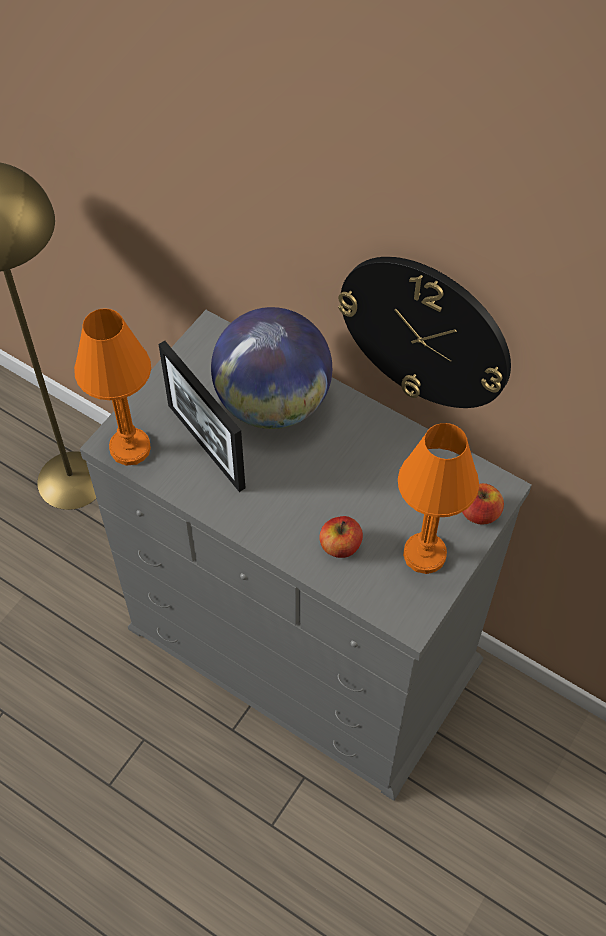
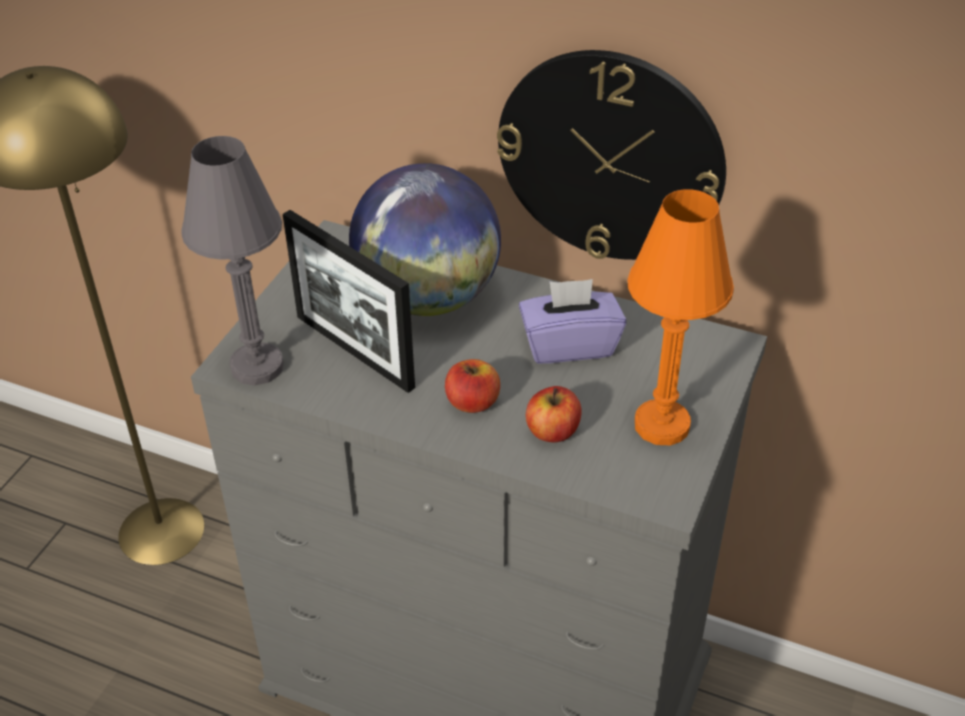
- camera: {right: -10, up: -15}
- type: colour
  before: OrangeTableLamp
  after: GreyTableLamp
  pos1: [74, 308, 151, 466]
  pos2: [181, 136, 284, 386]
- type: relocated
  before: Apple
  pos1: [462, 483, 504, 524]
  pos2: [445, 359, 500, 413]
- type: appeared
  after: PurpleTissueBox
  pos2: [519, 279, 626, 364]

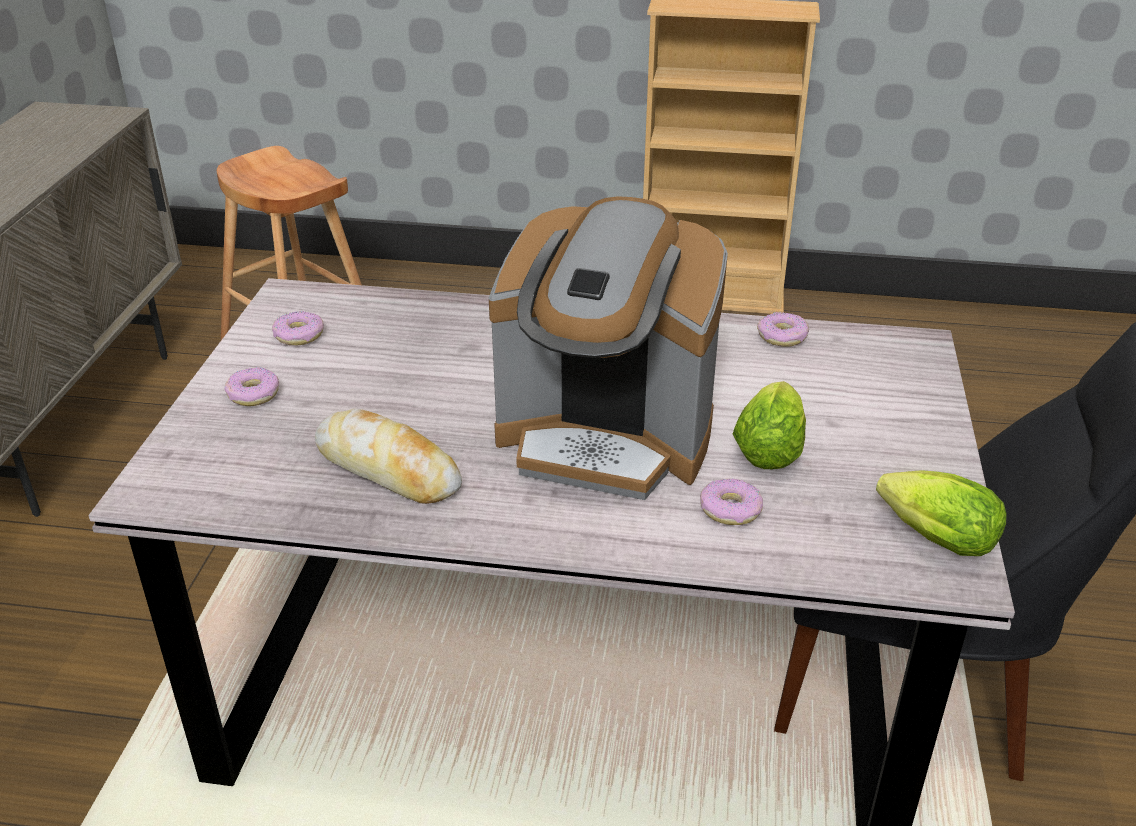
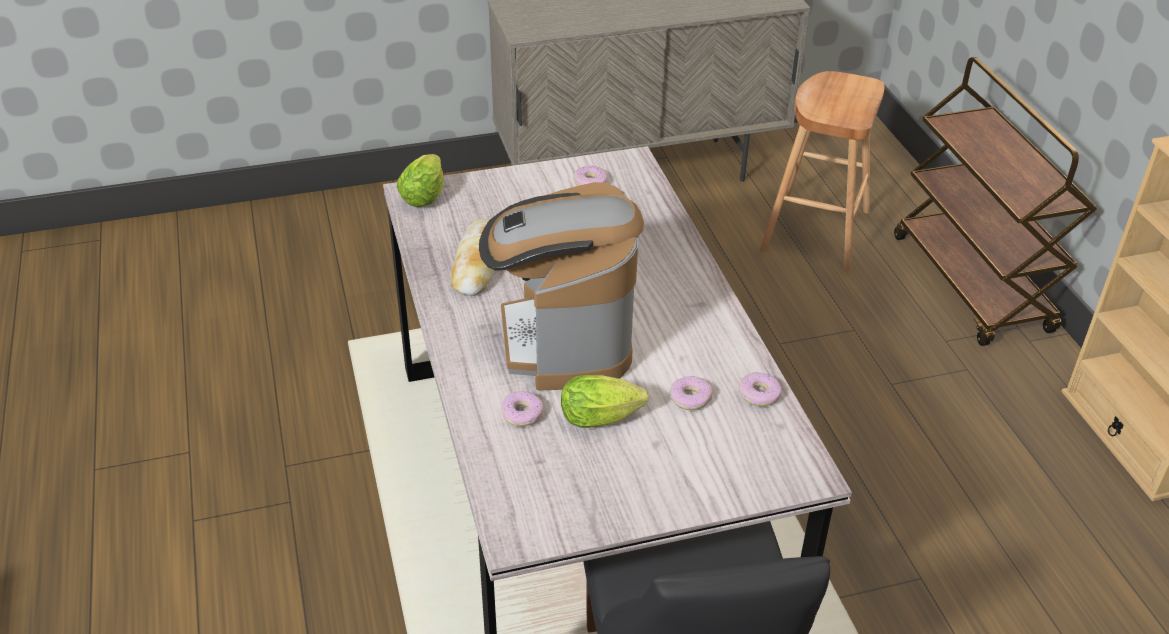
- camera: {right: 65, up: 5}
- type: relocated
  before: Donut
  pos1: [224, 367, 279, 406]
  pos2: [670, 376, 713, 410]
- type: relocated
  before: Lettuce
  pos1: [876, 470, 1006, 556]
  pos2: [397, 154, 443, 207]
- type: appeared
  after: BrownCart
  pos2: [894, 57, 1097, 346]

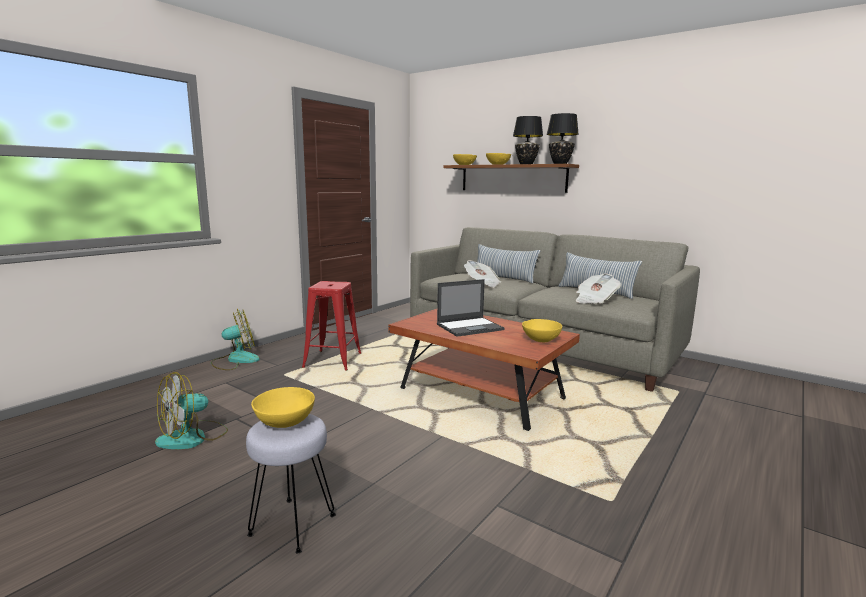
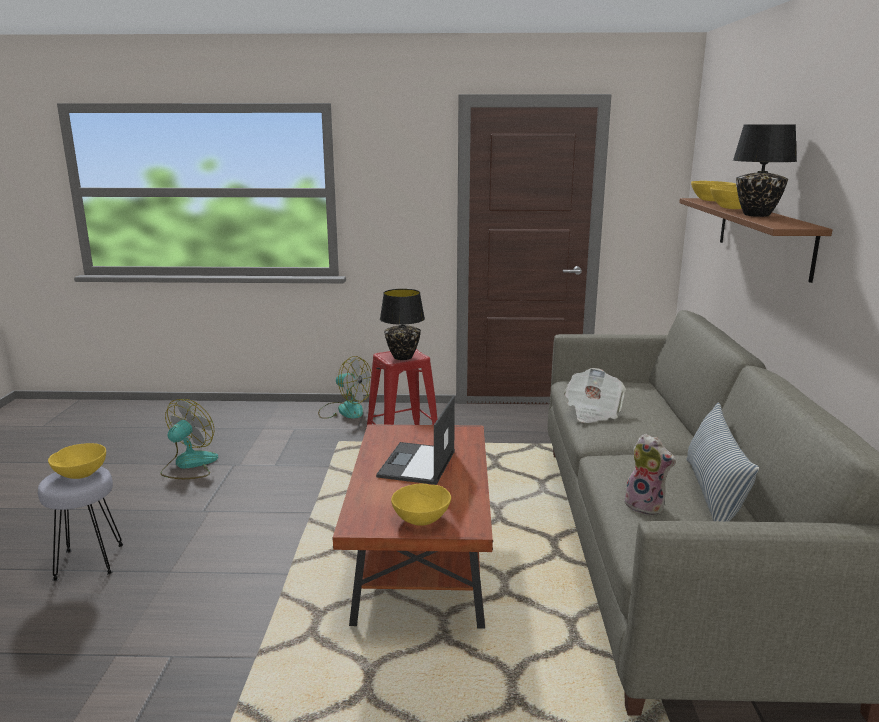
- camera: {right: 55, up: 5}
- type: relocated
  before: BlackTableLamp
  pos1: [546, 113, 579, 164]
  pos2: [380, 289, 425, 360]
- type: missing
  before: Pillow
  pos1: [477, 244, 540, 283]
- type: exchanged
  before: Newspaper
  after: PlushToy
  pos1: [576, 274, 621, 304]
  pos2: [624, 434, 676, 515]
- type: spun
  before: Laptop
  pos1: [437, 279, 505, 337]
  pos2: [376, 396, 455, 485]
  turn: 75
- type: spun
  before: Fan
  pos1: [155, 372, 228, 449]
  pos2: [160, 399, 219, 479]
  turn: 105

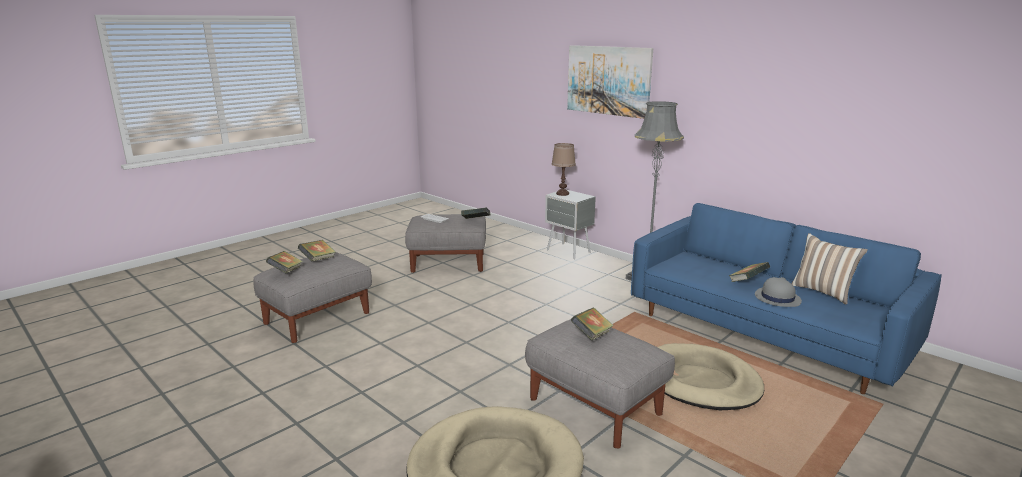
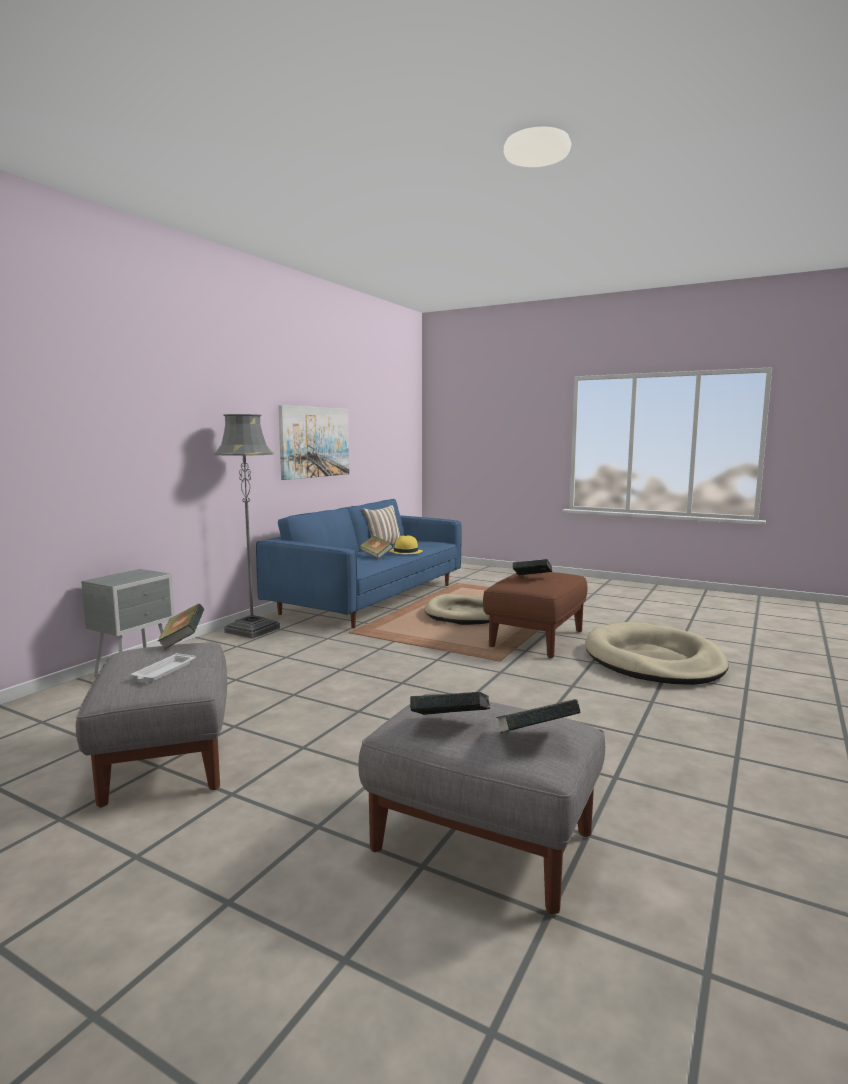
- camera: {right: -105, up: -10}
- type: relocated
  before: Picture
  pos1: [567, 45, 653, 119]
  pos2: [278, 405, 349, 480]
- type: missing
  before: BrownTableLamp
  pos1: [552, 143, 576, 196]
- type: colour
  before: GreyHat
  after: YellowHat
  pos1: [755, 277, 802, 307]
  pos2: [389, 535, 423, 554]
- type: colour
  before: GreyOttoman
  after: BrownOttoman
  pos1: [525, 319, 675, 448]
  pos2: [483, 572, 588, 658]

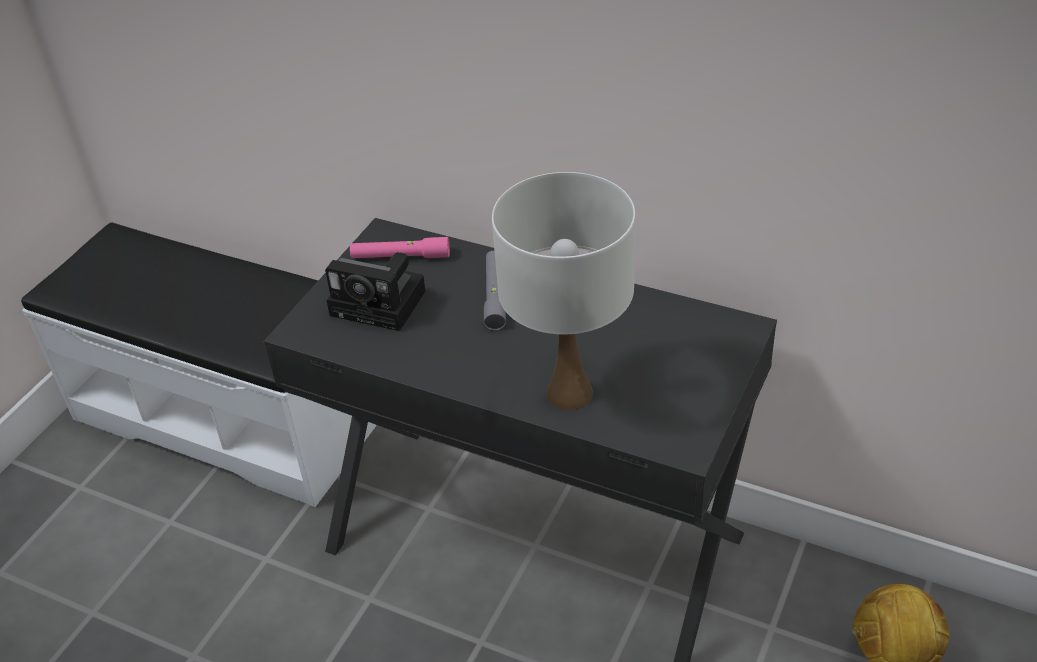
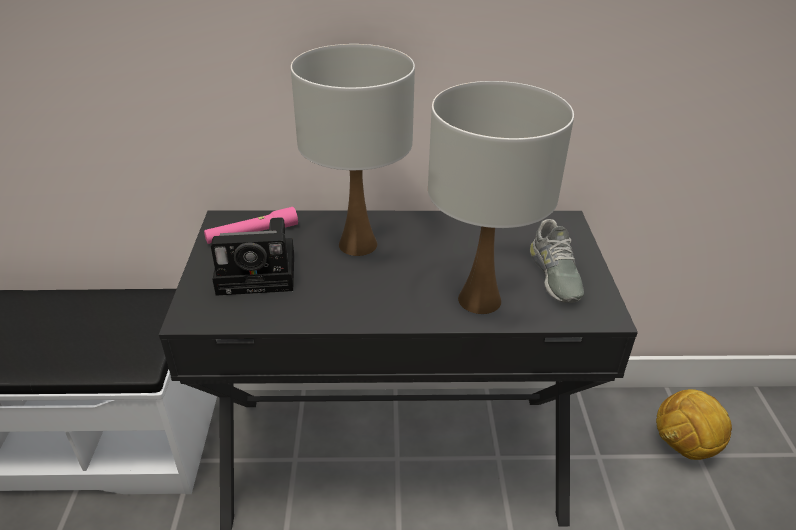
- camera: {right: -30, up: -5}
- type: exchanged
  before: GreyFlashlight
  after: WhiteTableLamp
  pos1: [484, 251, 506, 330]
  pos2: [291, 44, 415, 256]
- type: appeared
  after: GreyShoe
  pos2: [530, 219, 584, 303]

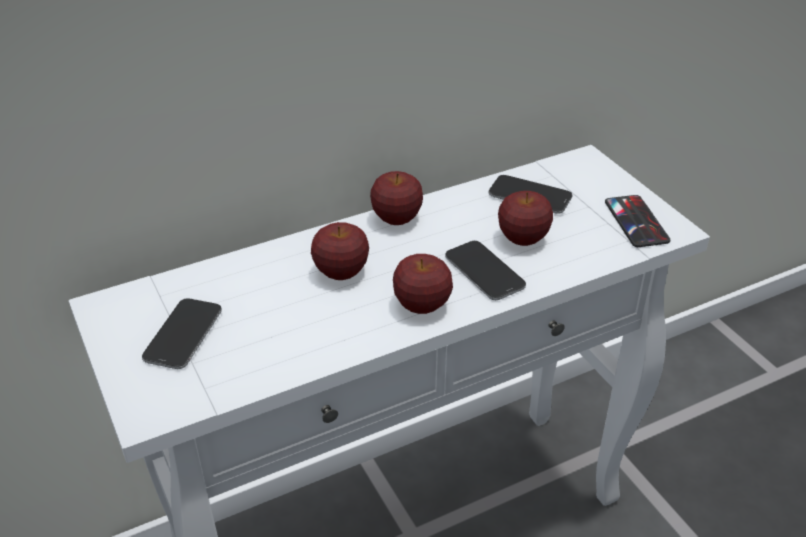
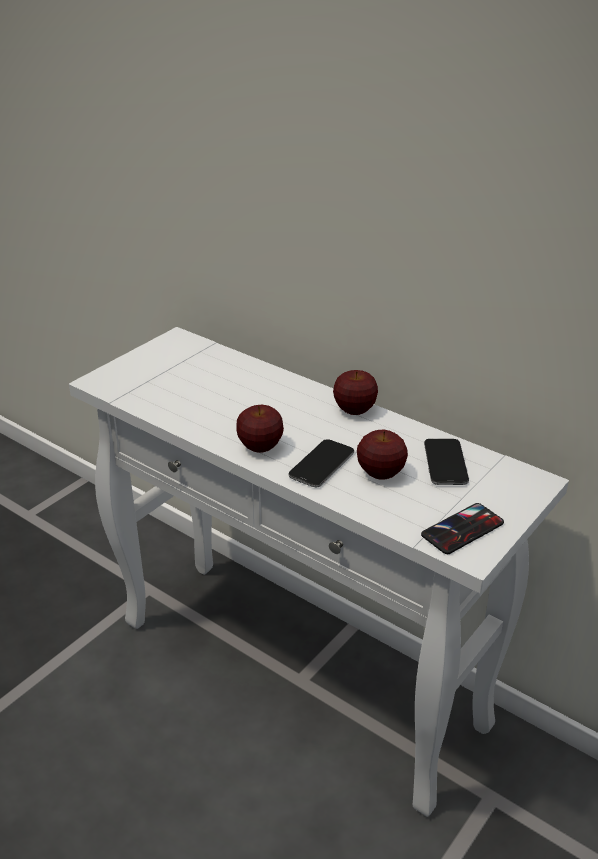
- camera: {right: 65, up: -5}
- type: missing
  before: Apple
  pos1: [311, 222, 369, 280]
- type: missing
  before: Phone
  pos1: [142, 298, 222, 369]

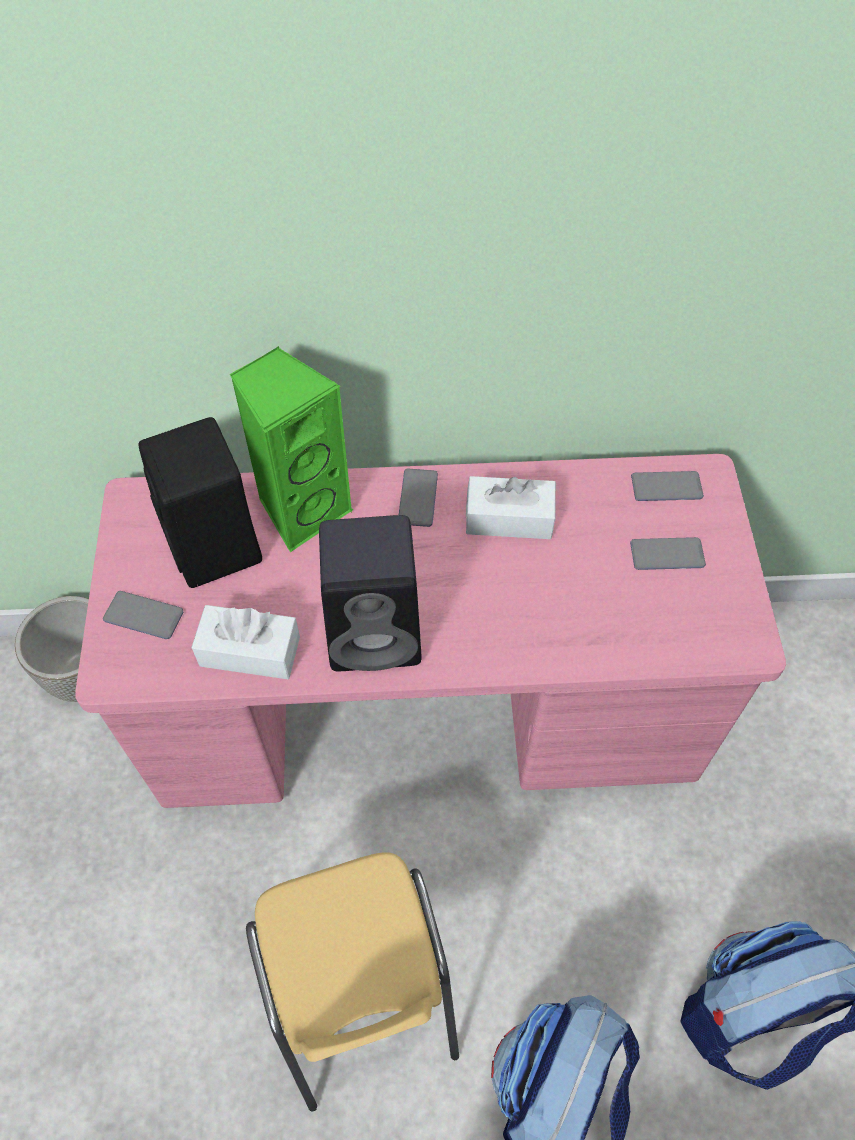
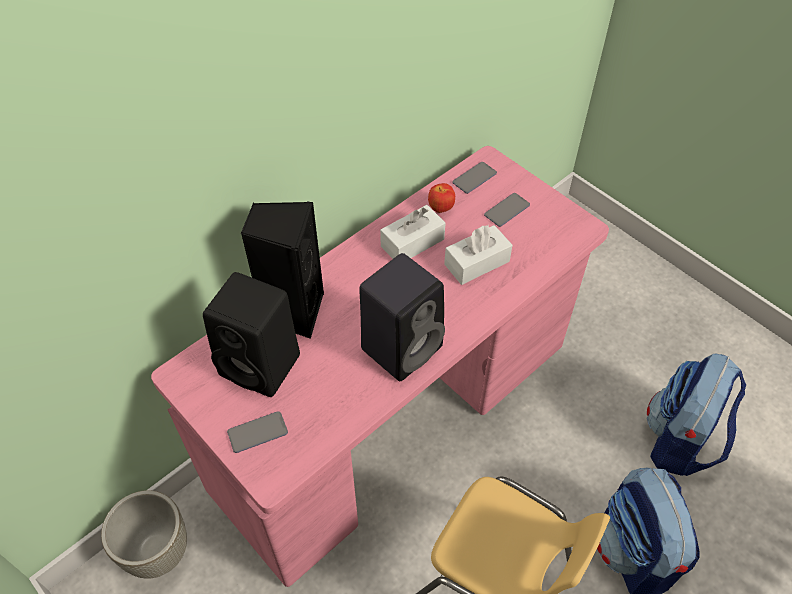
- camera: {right: -40, up: -5}
- type: colour
  before: GreenSpeaker
  after: BlackSpeaker
  pos1: [229, 346, 353, 552]
  pos2: [241, 201, 324, 339]
- type: missing
  before: Phone
  pos1: [399, 468, 438, 527]
- type: relocated
  before: WhiteTissueBox
  pos1: [191, 605, 300, 679]
  pos2: [444, 225, 513, 285]
- type: appeared
  after: Apple
  pos2: [428, 183, 455, 213]

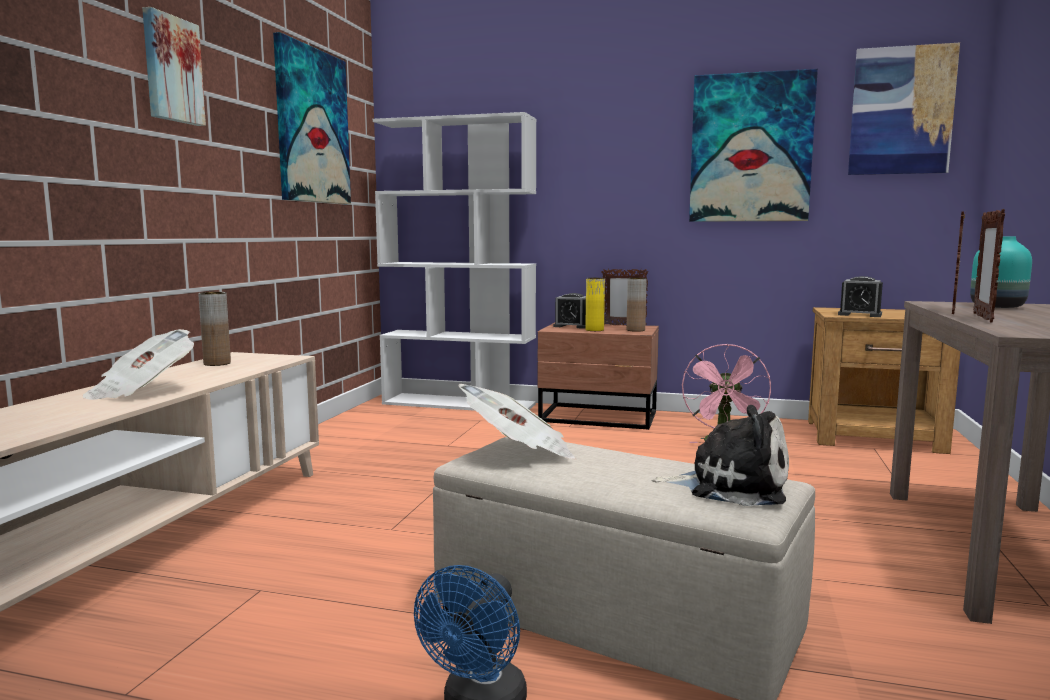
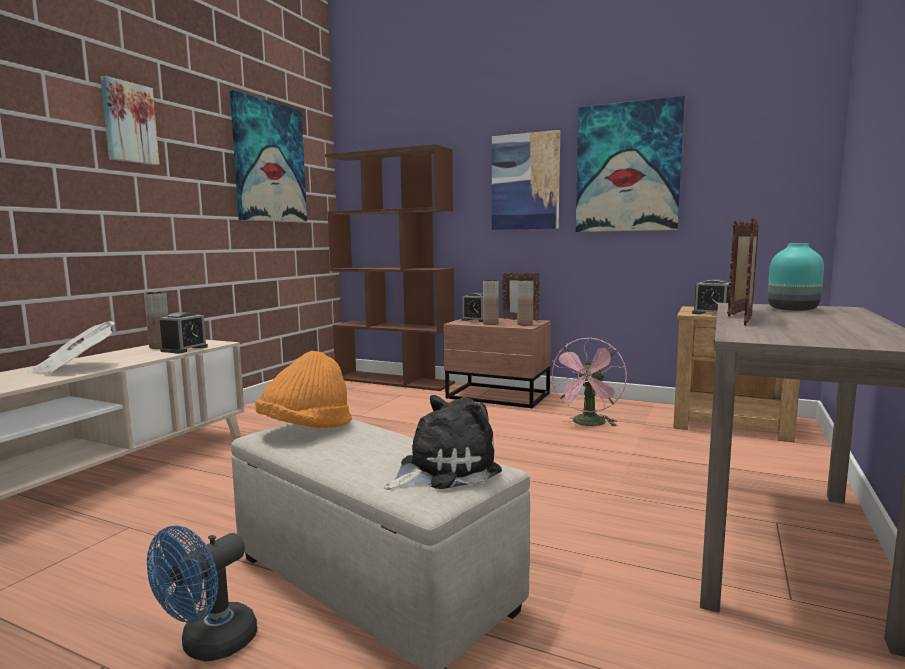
- camera: {right: 10, up: 0}
- type: relocated
  before: Picture
  pos1: [848, 43, 960, 175]
  pos2: [492, 130, 560, 230]
- type: colour
  before: WhiteBookcase
  after: BrownBookcase
  pos1: [373, 112, 537, 411]
  pos2: [325, 144, 455, 391]
- type: colour
  before: YellowVase
  after: BrownVase
  pos1: [585, 278, 605, 331]
  pos2: [483, 280, 499, 325]
- type: exchanged
  before: Newspaper
  after: OrangeHat
  pos1: [458, 384, 575, 459]
  pos2: [255, 351, 352, 428]
- type: spun
  before: PlushToy
  pos1: [652, 405, 789, 506]
  pos2: [384, 395, 502, 490]
  turn: -60
- type: appeared
  after: AlarmClock
  pos2: [159, 312, 208, 353]

